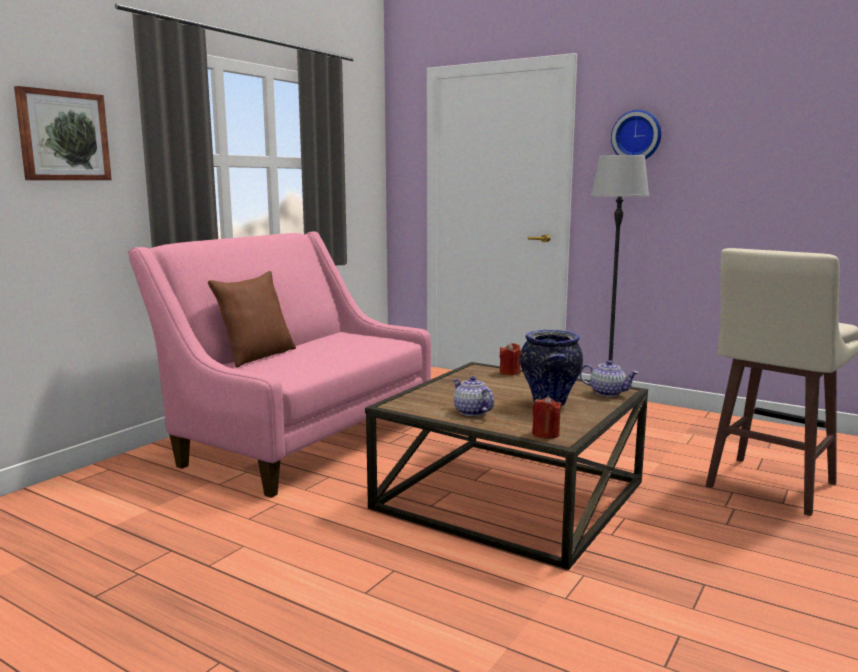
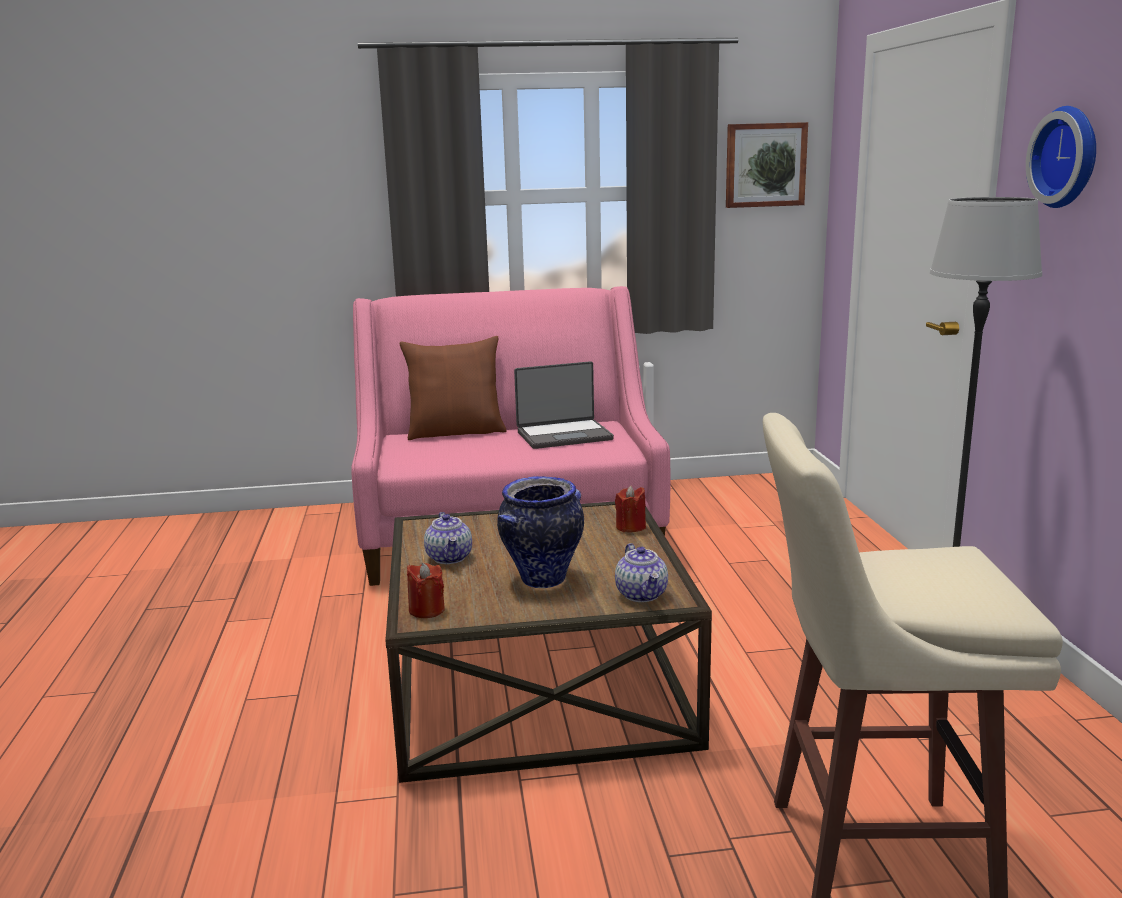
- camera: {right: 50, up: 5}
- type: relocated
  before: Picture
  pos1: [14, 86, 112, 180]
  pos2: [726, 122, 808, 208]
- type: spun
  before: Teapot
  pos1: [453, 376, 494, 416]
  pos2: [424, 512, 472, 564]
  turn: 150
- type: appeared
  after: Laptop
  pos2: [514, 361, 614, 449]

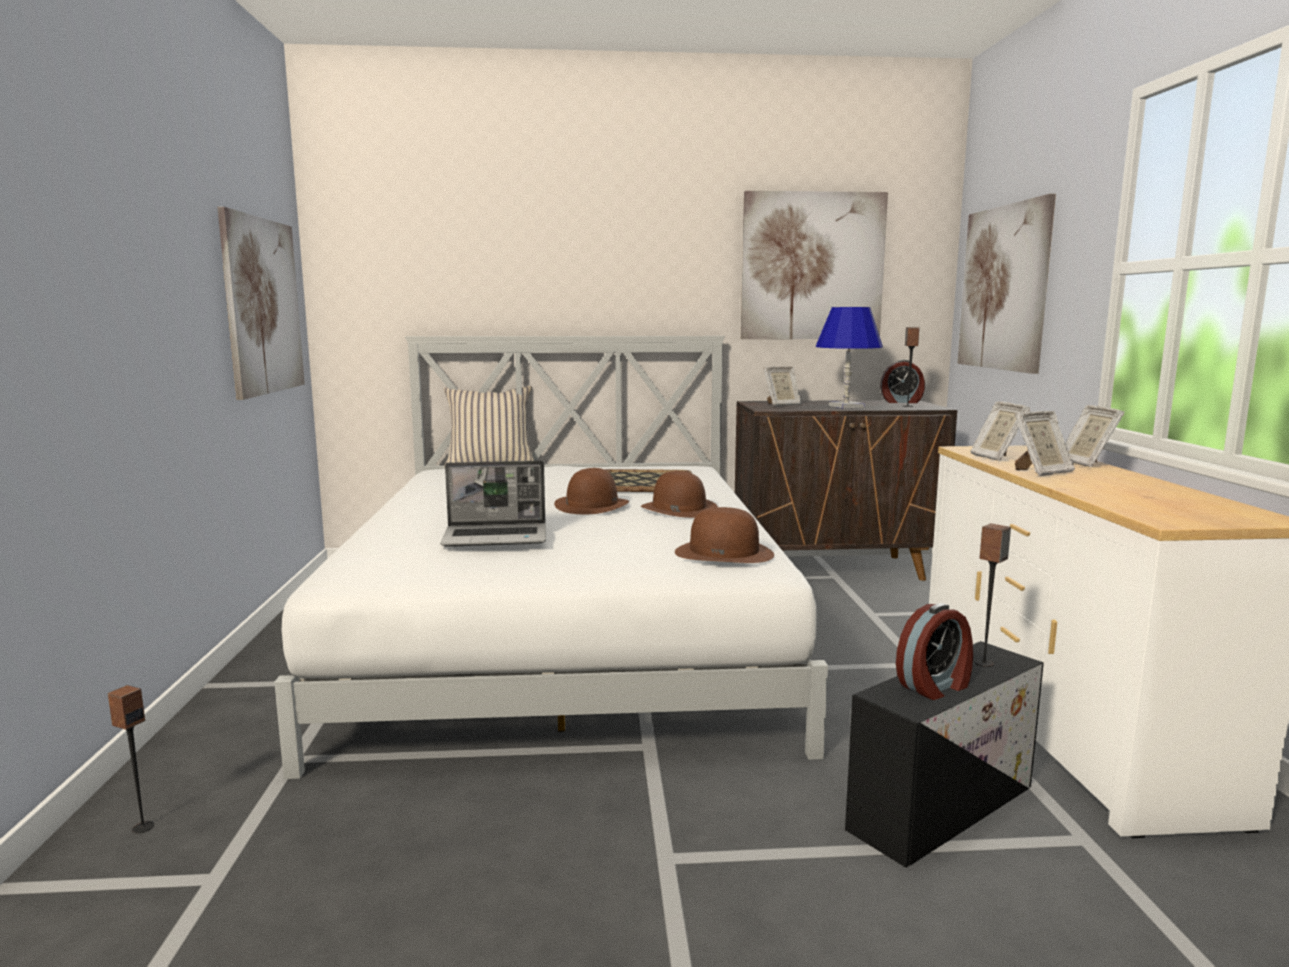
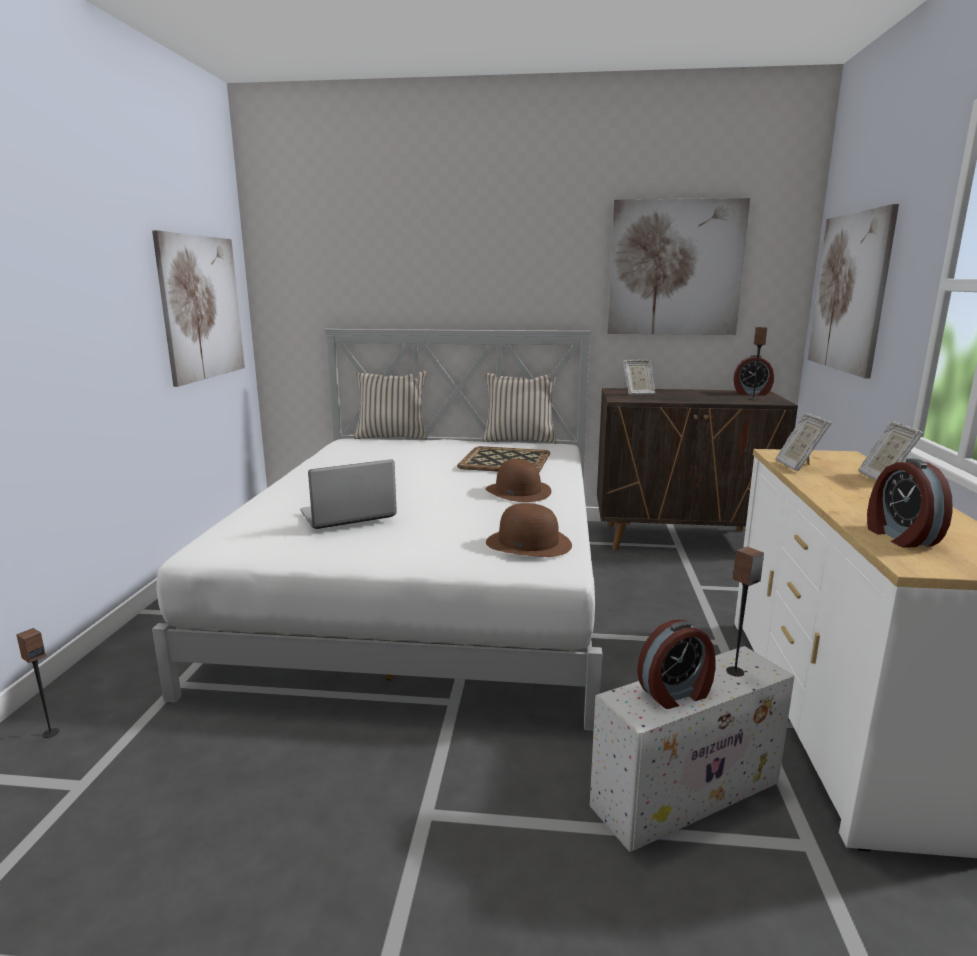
- camera: {right: 10, up: 5}
- type: missing
  before: BlueTableLamp
  pos1: [816, 307, 883, 408]
- type: missing
  before: PictureFrame
  pos1: [1015, 411, 1075, 476]
- type: spun
  before: Laptop
  pos1: [440, 461, 546, 547]
  pos2: [300, 459, 397, 529]
  turn: 150
- type: missing
  before: BrownHat
  pos1: [554, 468, 629, 514]
- type: colour
  before: BlackStorageBox
  after: WhiteStorageBox
  pos1: [845, 641, 1044, 868]
  pos2: [590, 646, 795, 852]
- type: appeared
  after: BeigePillow
  pos2: [482, 373, 558, 444]
- type: appeared
  after: AlarmClock
  pos2: [867, 459, 953, 548]

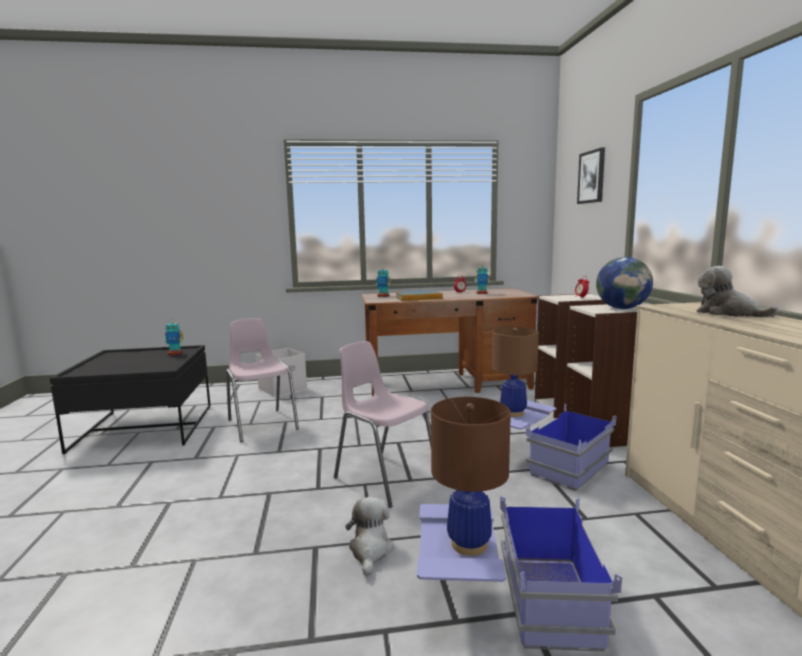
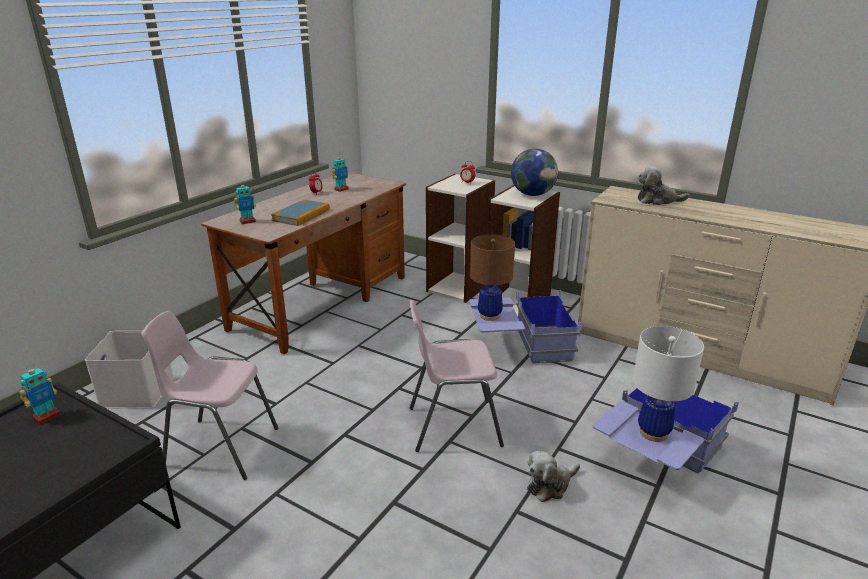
- camera: {right: -50, up: 15}
- type: missing
  before: Picture
  pos1: [577, 147, 605, 204]
- type: colour
  before: BrownTableLamp
  after: WhiteTableLamp
  pos1: [431, 397, 511, 556]
  pos2: [633, 326, 704, 442]
- type: spun
  before: PlushToy
  pos1: [345, 497, 394, 577]
  pos2: [527, 451, 580, 502]
  turn: -75

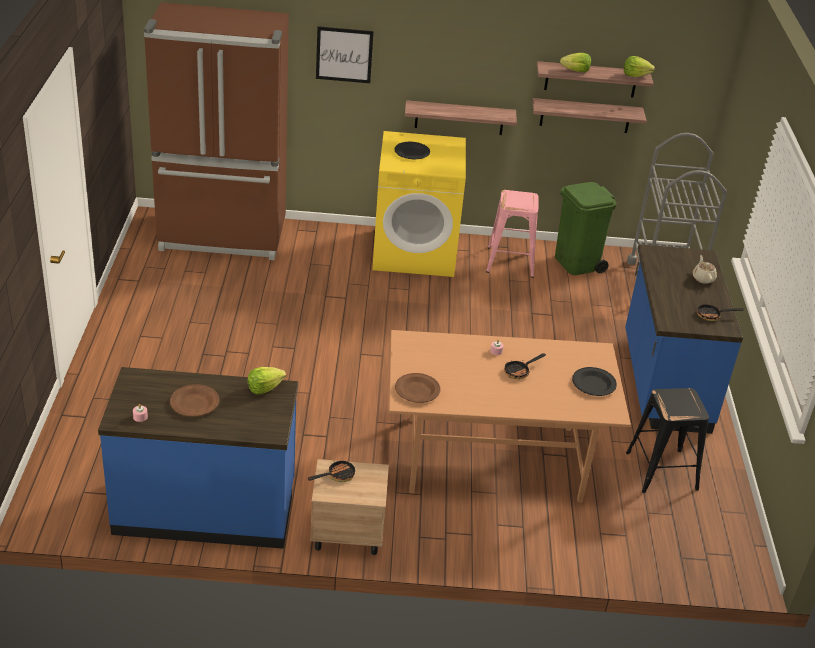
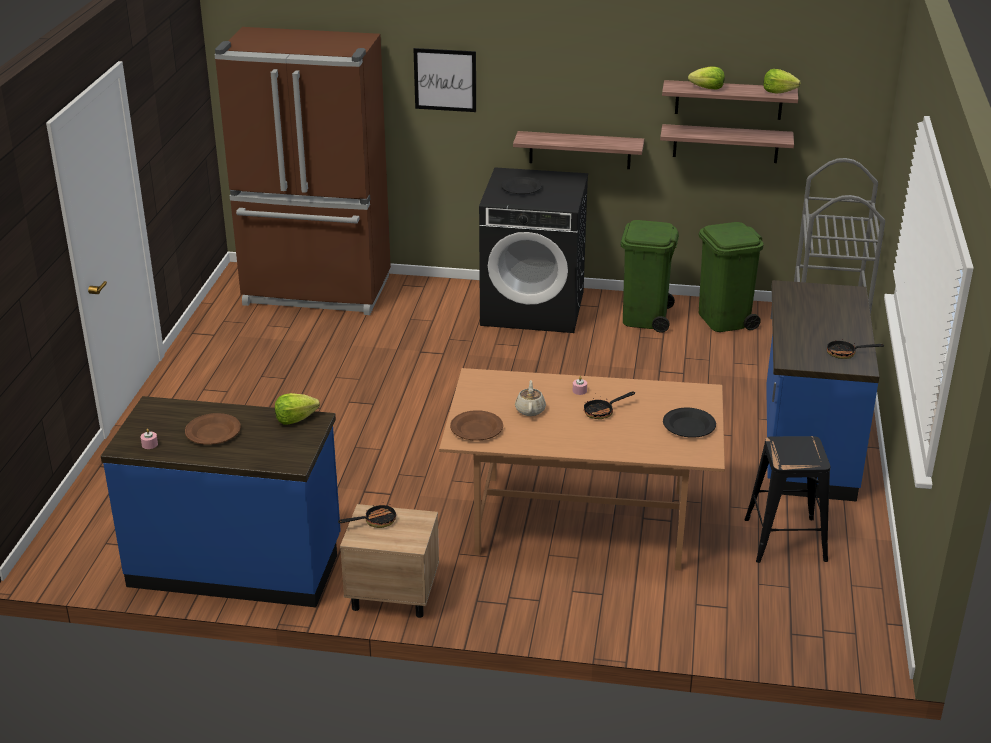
- camera: {right: 10, up: -5}
- type: colour
  before: YellowWashingMachine
  after: BlackWashingMachine
  pos1: [372, 131, 466, 277]
  pos2: [479, 167, 588, 333]
- type: exchanged
  before: PinkStool
  after: GreenTrashCan
  pos1: [486, 190, 538, 278]
  pos2: [620, 220, 679, 333]
- type: relocated
  before: BeigeTeapot
  pos1: [693, 256, 717, 284]
  pos2: [515, 380, 546, 416]

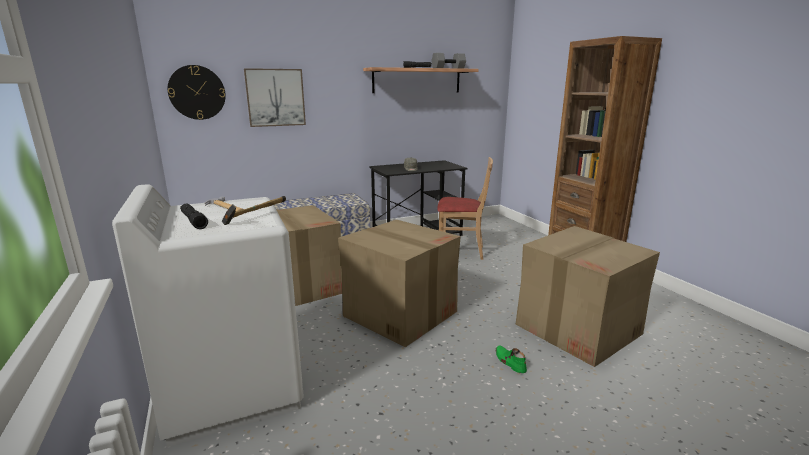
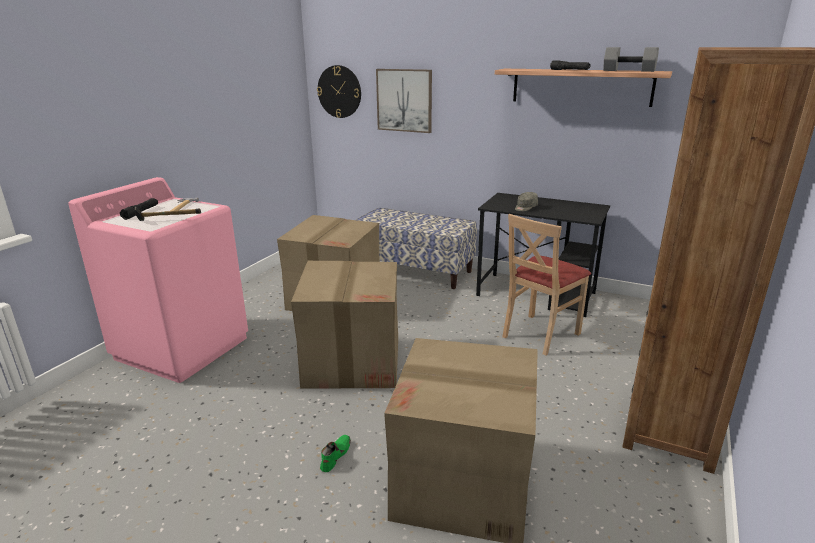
- camera: {right: 50, up: 5}
- type: spun
  before: BeigeChair
  pos1: [437, 157, 493, 260]
  pos2: [502, 214, 591, 356]
  turn: 75
- type: colour
  before: WhiteWashingMachine
  after: PinkWashingMachine
  pos1: [112, 184, 304, 447]
  pos2: [68, 177, 248, 383]

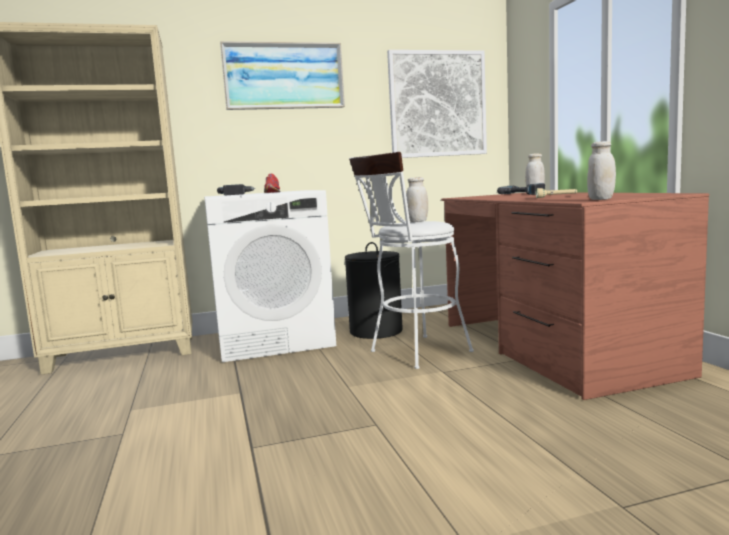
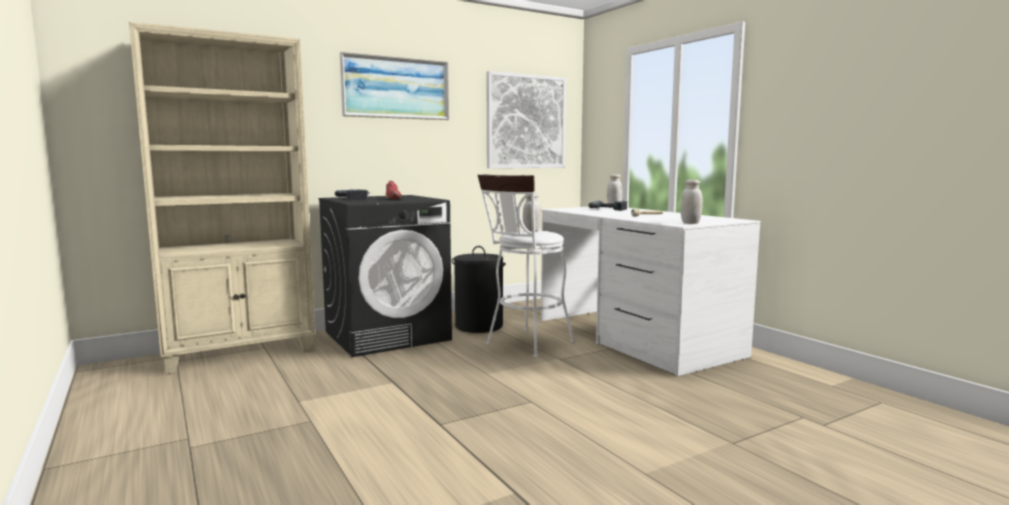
- camera: {right: -15, up: 0}
- type: colour
  before: WhiteWashingMachine
  after: BlackWashingMachine
  pos1: [204, 190, 336, 362]
  pos2: [318, 195, 452, 357]
- type: colour
  before: BrownDesk
  after: WhiteDesk
  pos1: [441, 193, 709, 400]
  pos2: [541, 207, 761, 377]

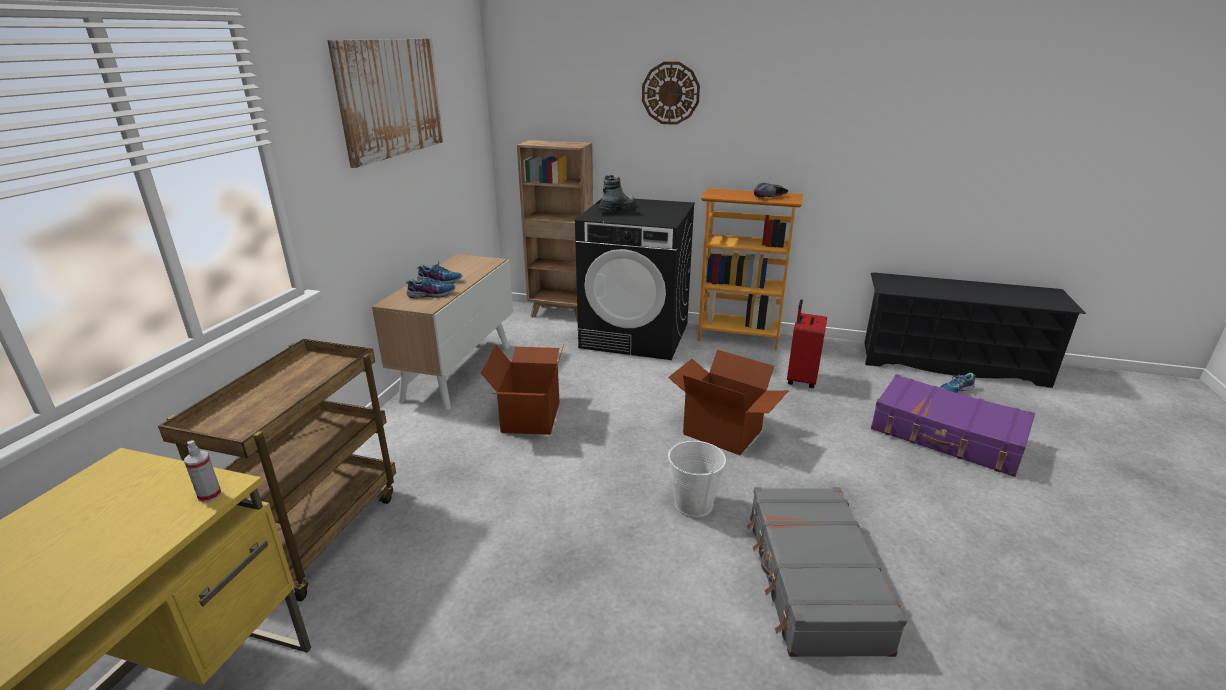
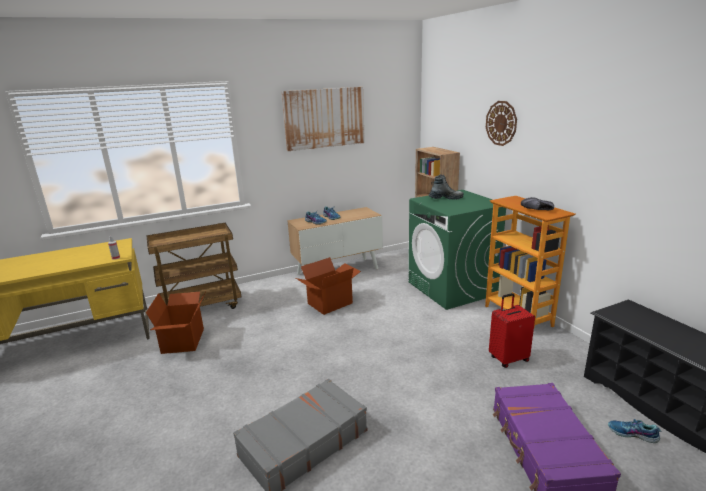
- camera: {right: 50, up: -5}
- type: colour
  before: BlackWashingMachine
  after: GreenWashingMachine
  pos1: [575, 199, 695, 360]
  pos2: [409, 190, 506, 310]
- type: relocated
  before: CardboardBox
  pos1: [668, 350, 789, 455]
  pos2: [146, 292, 206, 354]
- type: missing
  before: WhiteBucket
  pos1: [668, 439, 726, 518]

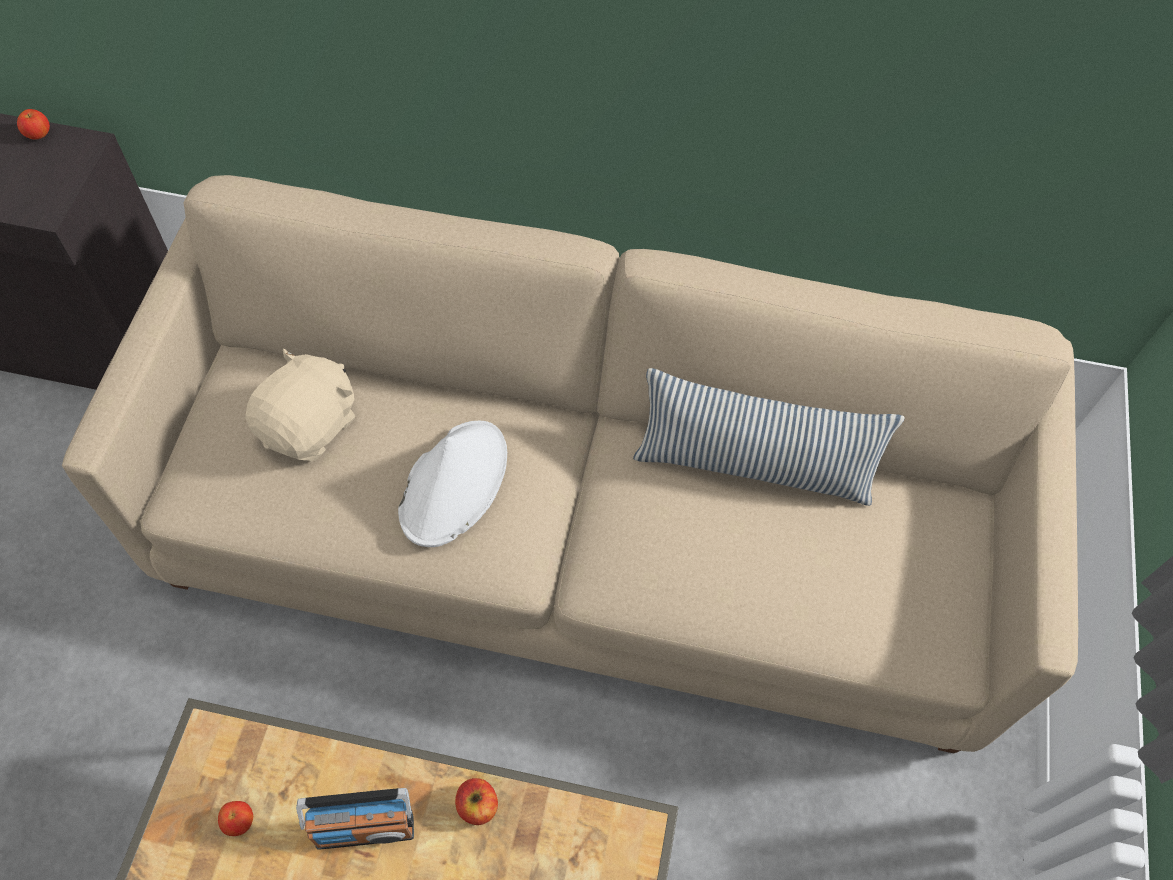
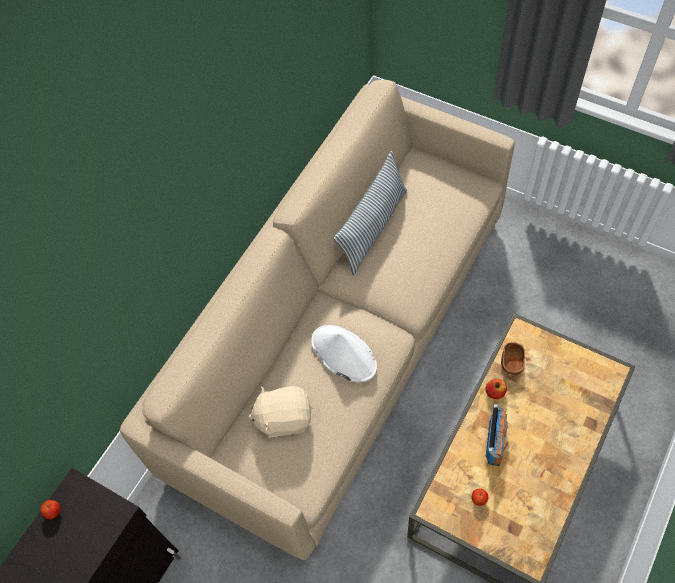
- camera: {right: -65, up: 0}
- type: spun
  before: BeigePlushToy
  pos1: [245, 349, 355, 461]
  pos2: [248, 386, 313, 438]
  turn: -60
- type: appeared
  after: BrownBowl
  pos2: [501, 342, 525, 375]

